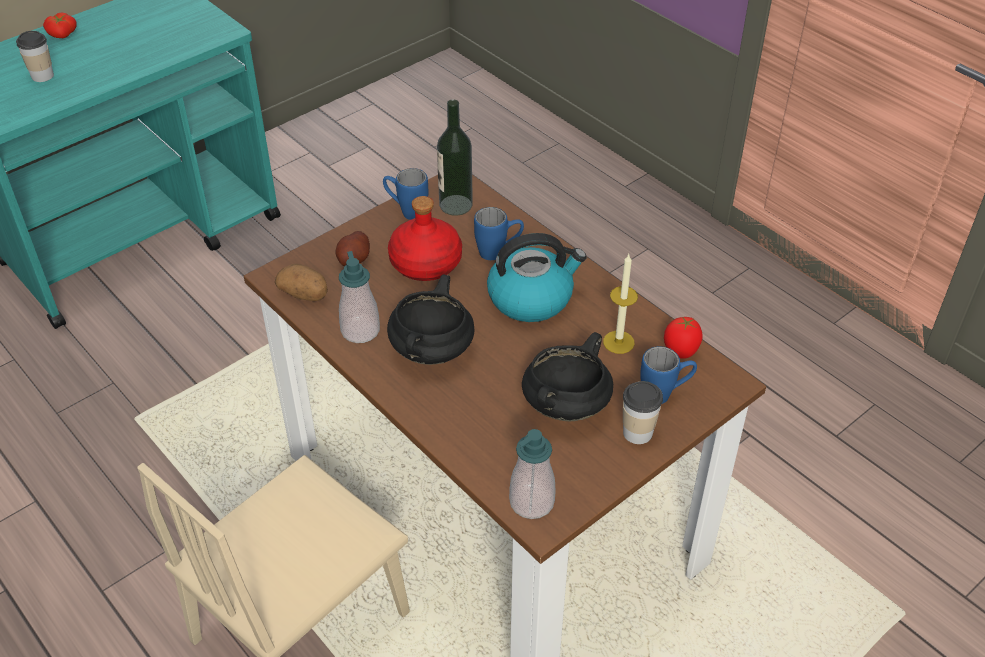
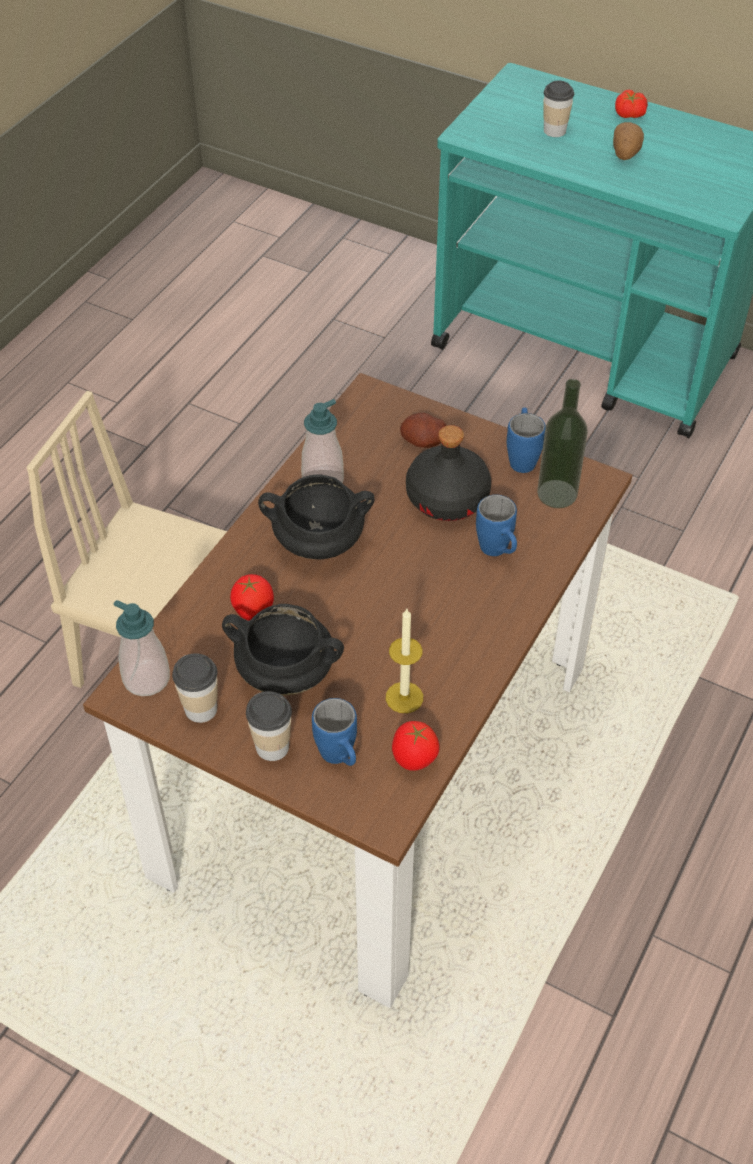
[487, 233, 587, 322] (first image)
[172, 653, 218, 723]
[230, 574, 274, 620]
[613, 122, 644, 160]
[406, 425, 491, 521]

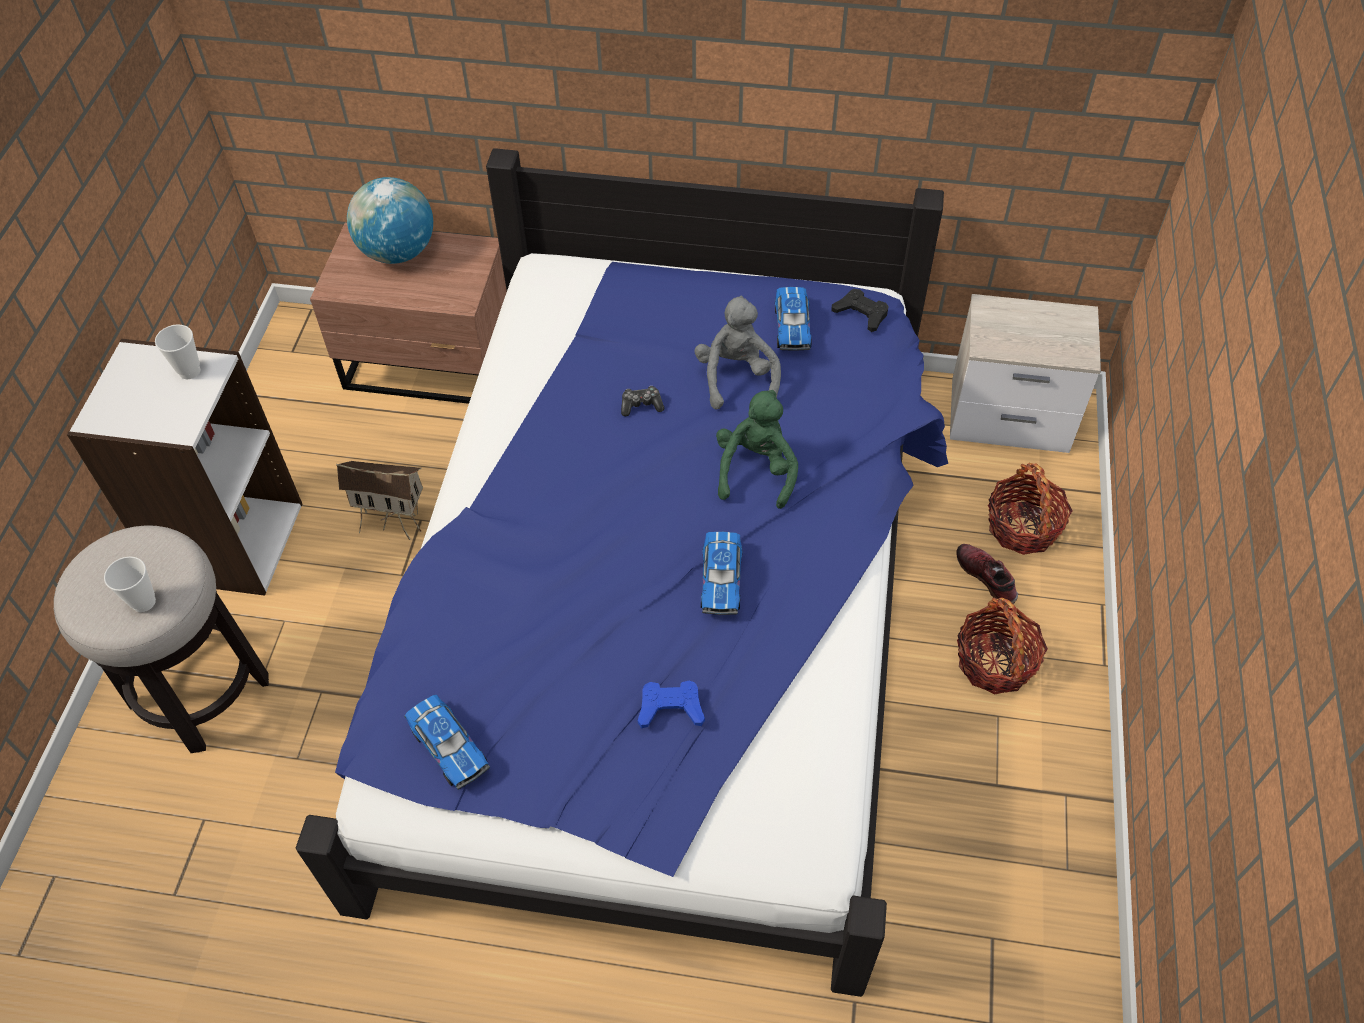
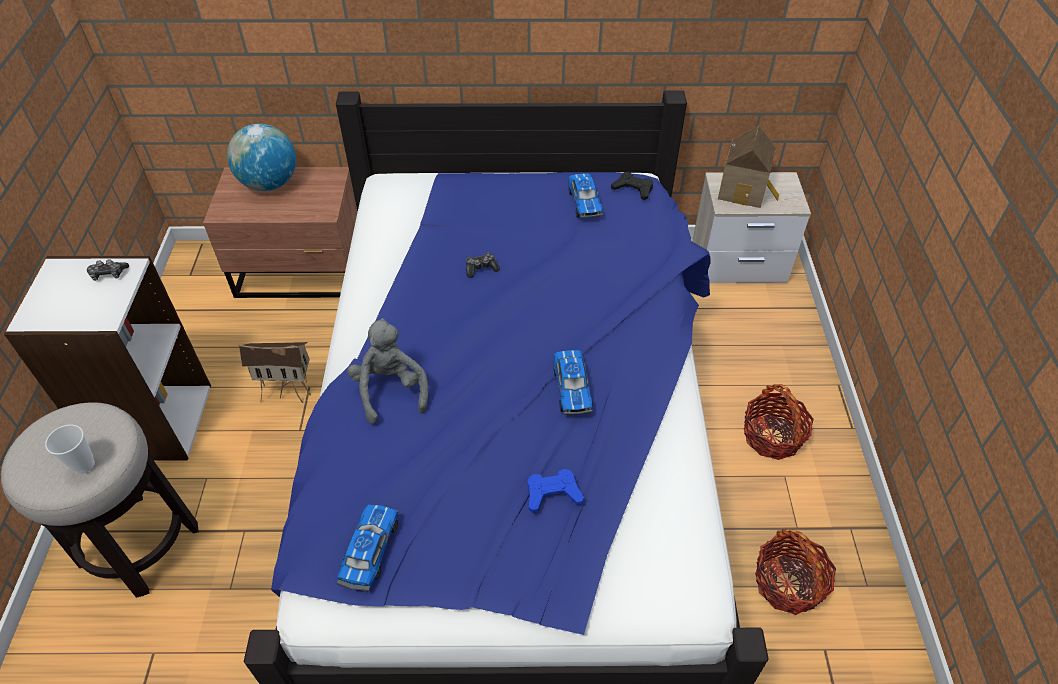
[716, 390, 798, 509] (first image)
[956, 544, 1018, 606] (first image)
[718, 125, 779, 208]
[347, 318, 428, 424]
[755, 529, 836, 615]
[87, 259, 129, 281]
[337, 504, 398, 592]

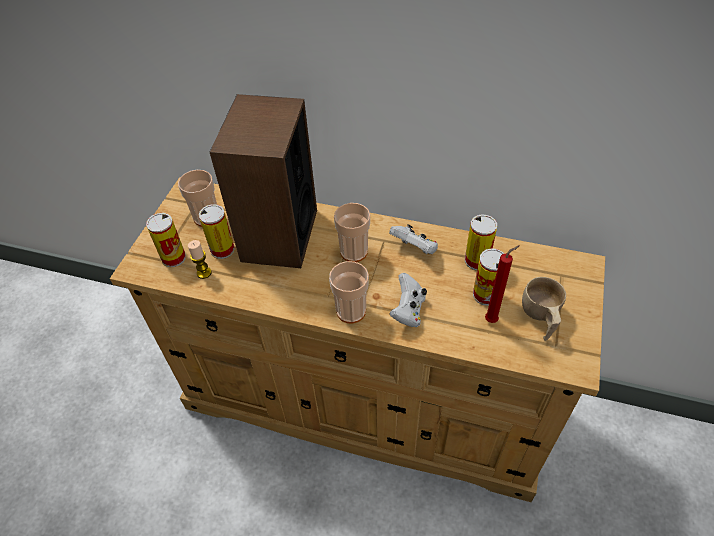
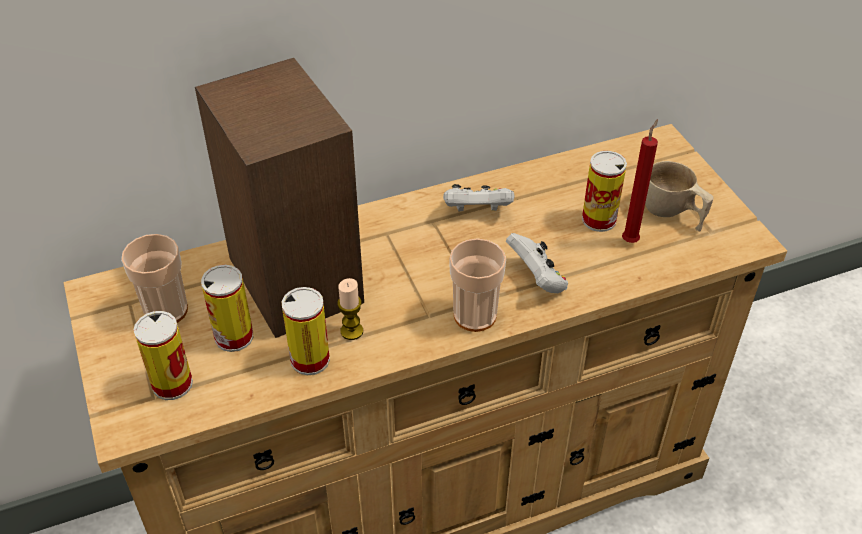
[334, 203, 370, 262] (first image)
[337, 278, 363, 340]
[282, 287, 330, 375]

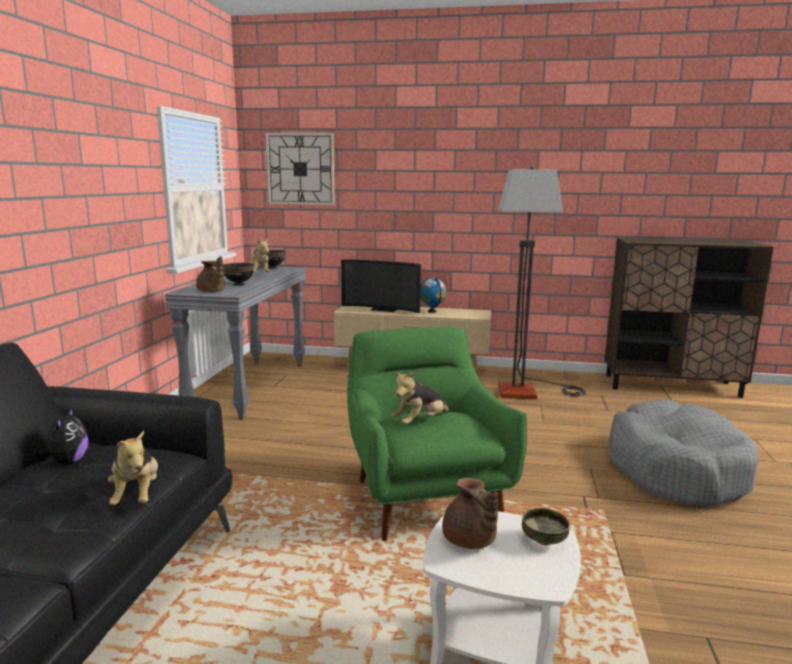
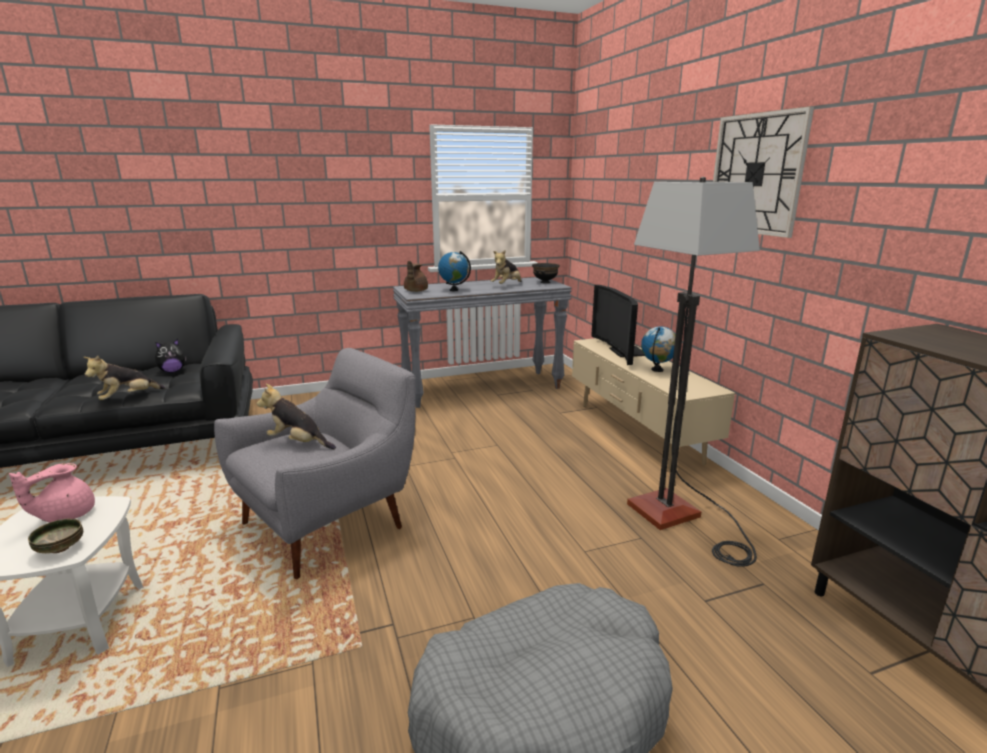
[713, 106, 814, 238]
[438, 251, 471, 291]
[214, 348, 416, 579]
[9, 463, 95, 522]

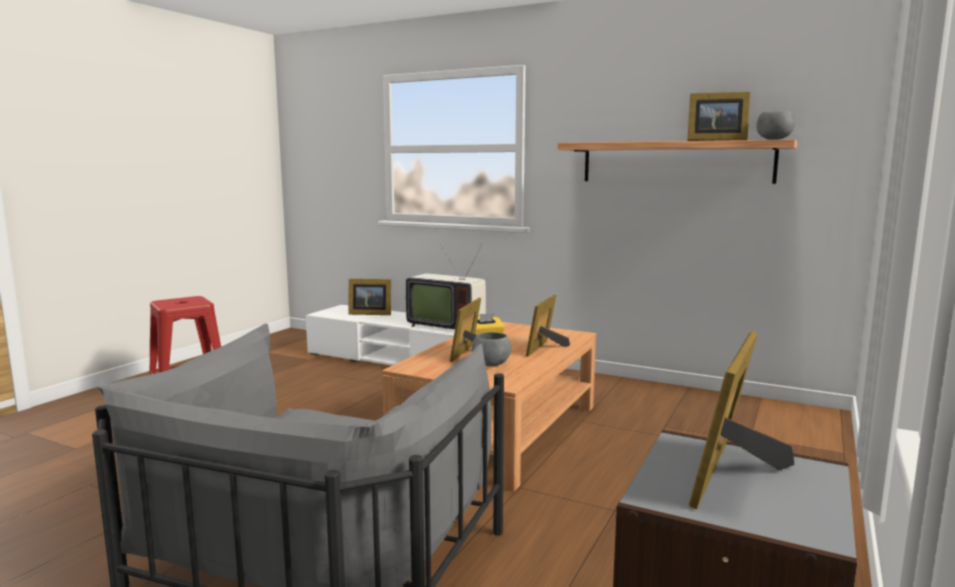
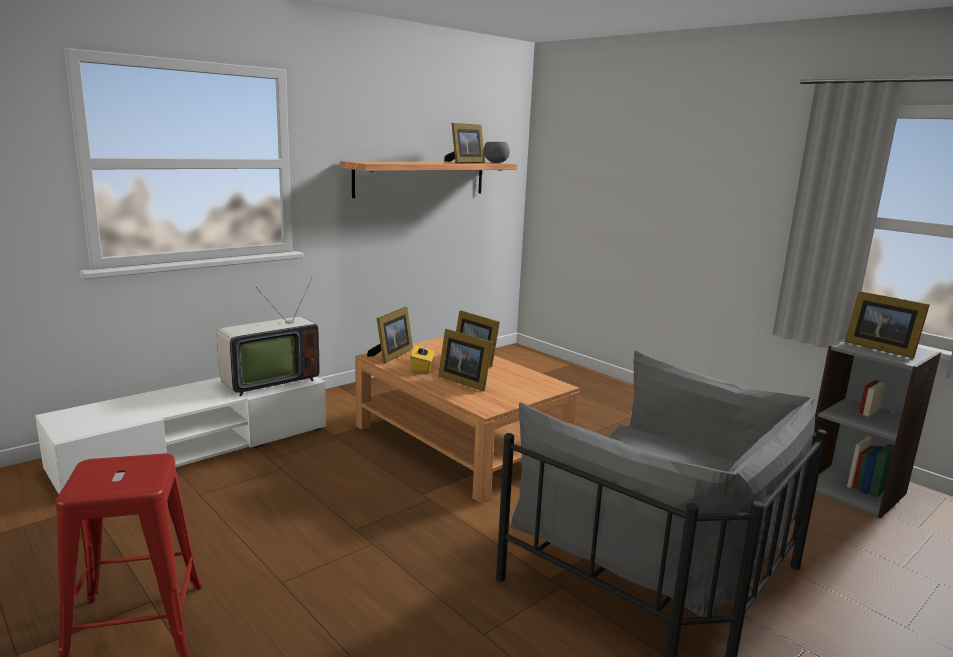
[472, 332, 512, 366] (first image)
[367, 307, 413, 364]

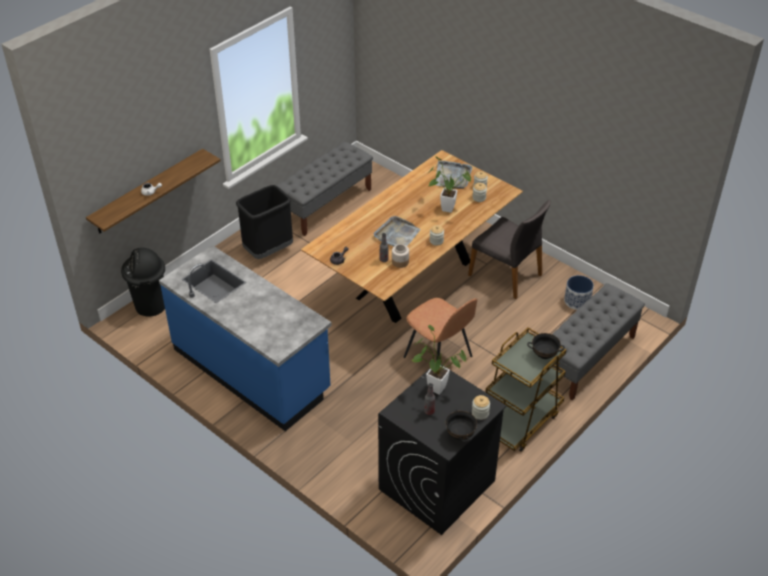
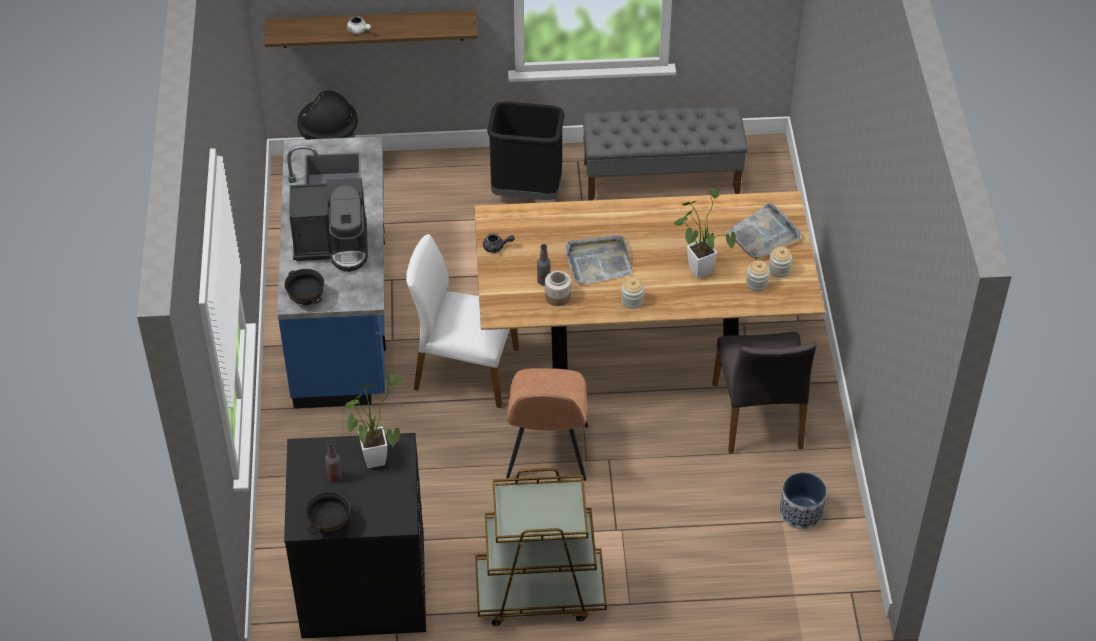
[472, 395, 490, 420] (first image)
[552, 283, 645, 401] (first image)
[289, 178, 368, 272]
[406, 234, 519, 408]
[284, 269, 324, 305]

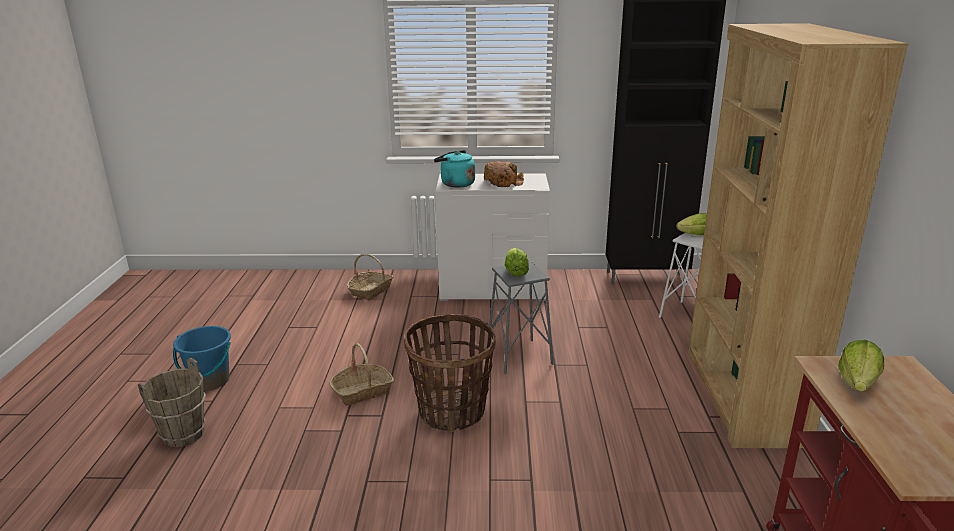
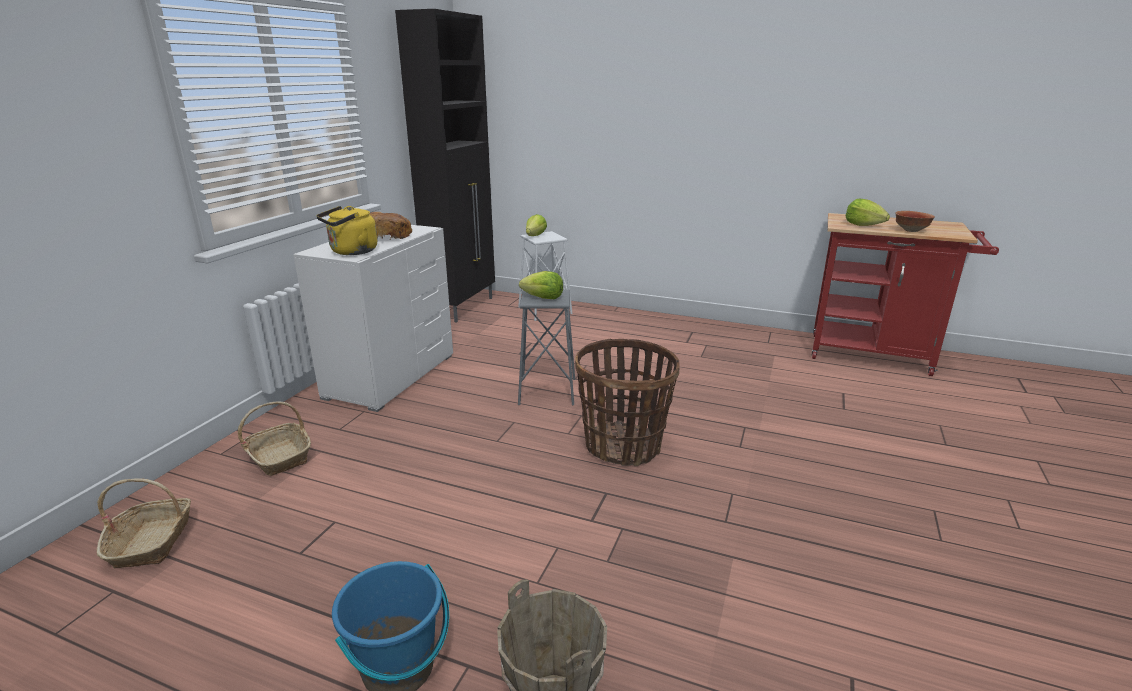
[688, 23, 908, 448] (first image)
[895, 211, 935, 232]
[97, 478, 191, 569]
[317, 206, 377, 255]

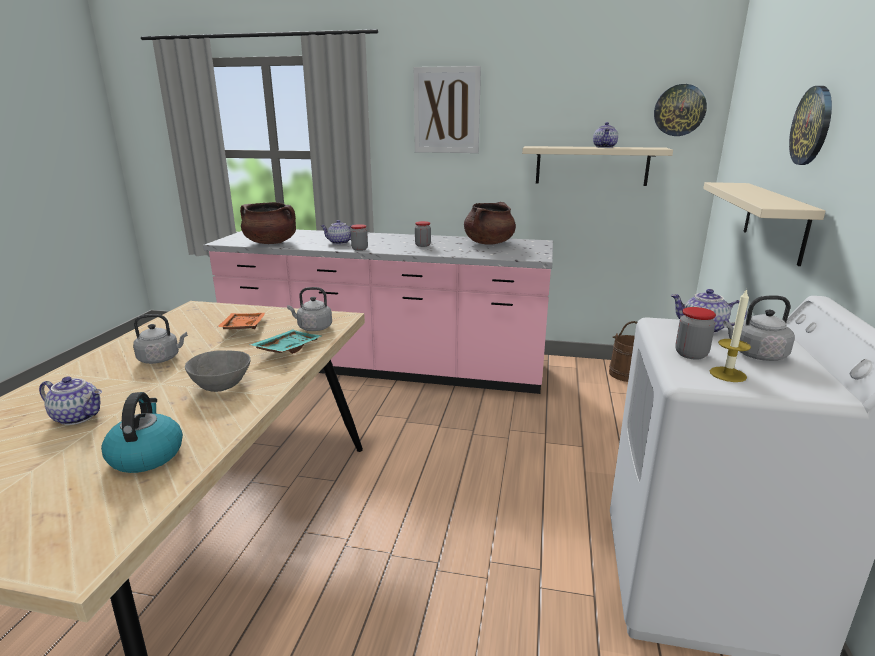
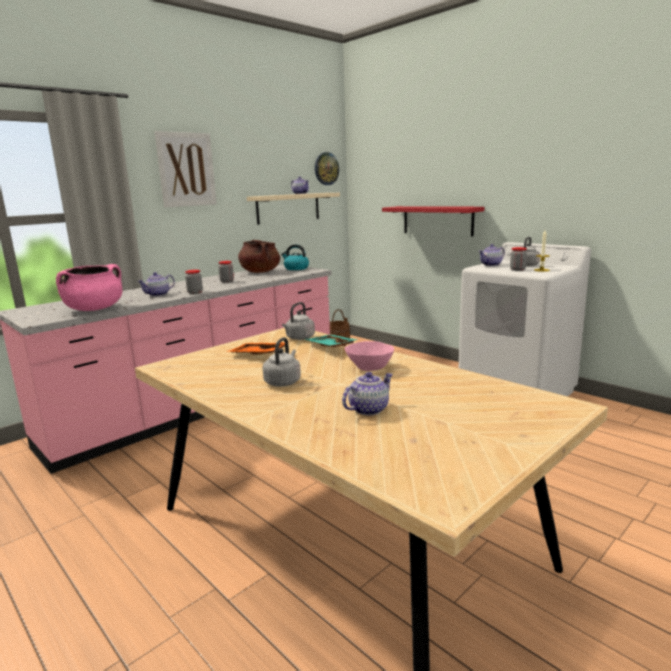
[789, 86, 832, 165] (first image)
[281, 244, 309, 270]
[345, 341, 394, 371]
[56, 264, 122, 311]
[382, 206, 484, 236]

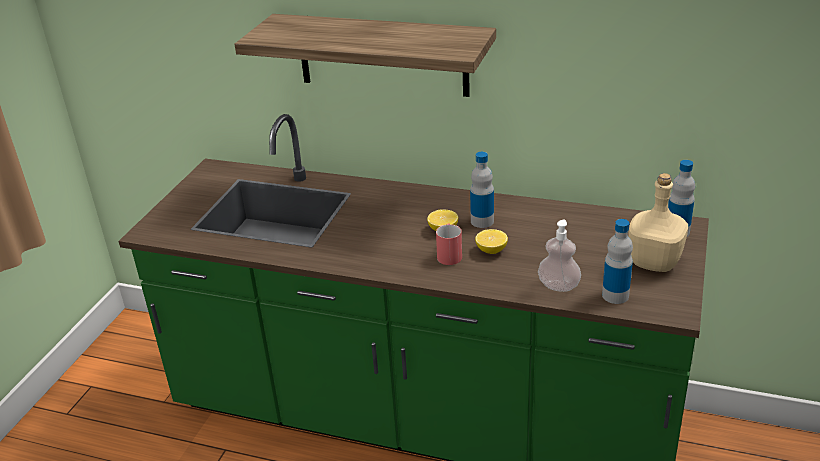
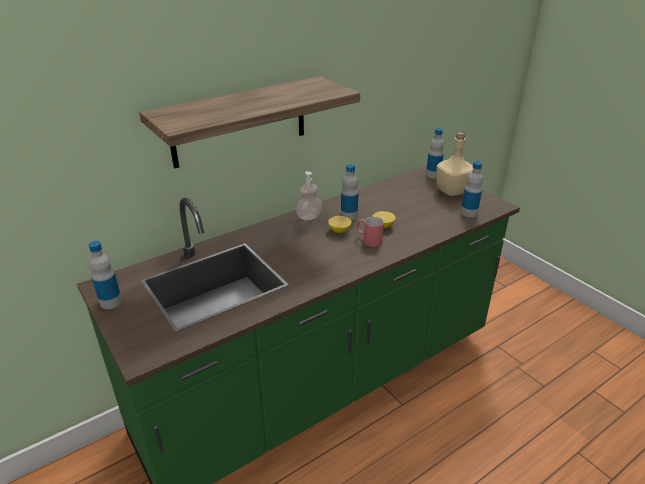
[89, 241, 122, 309]
[296, 171, 323, 220]

